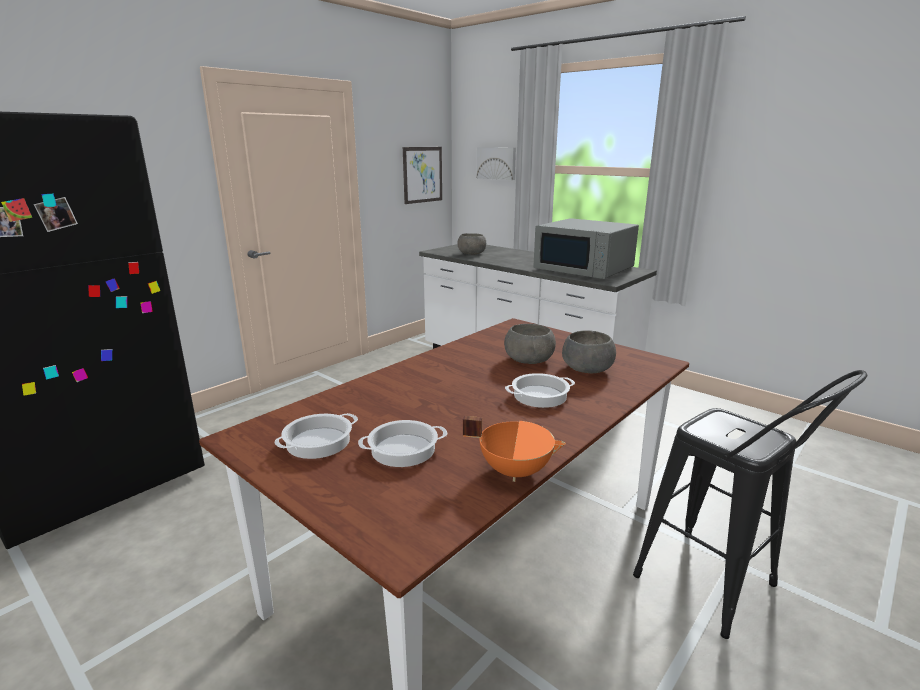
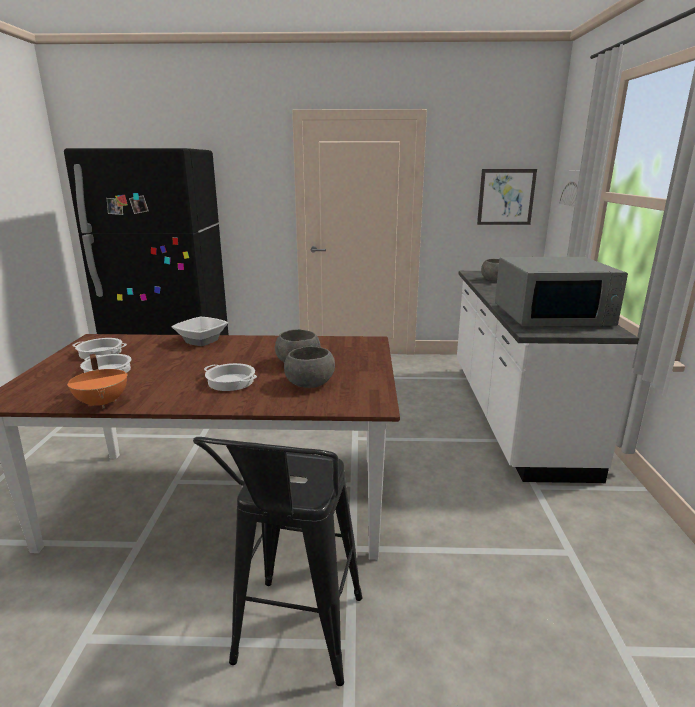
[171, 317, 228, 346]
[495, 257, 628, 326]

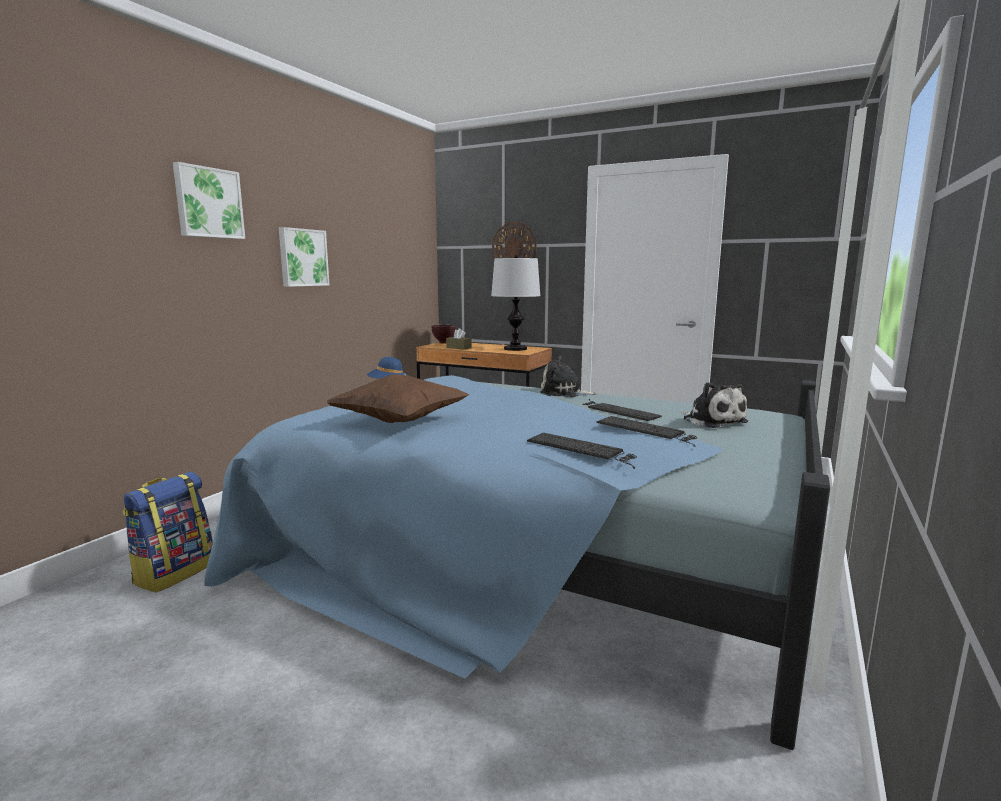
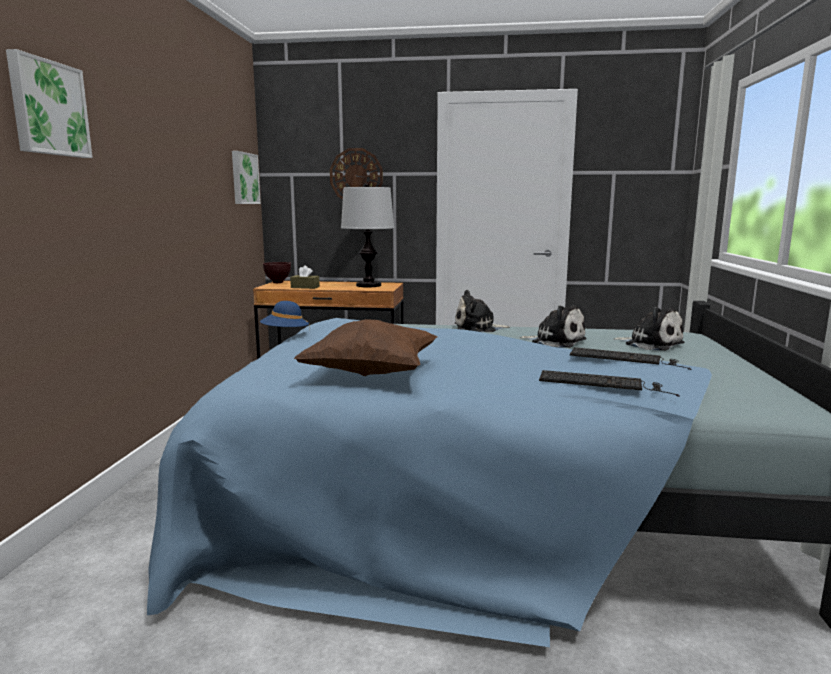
[122, 472, 213, 593] (first image)
[232, 151, 261, 204]
[520, 305, 587, 348]

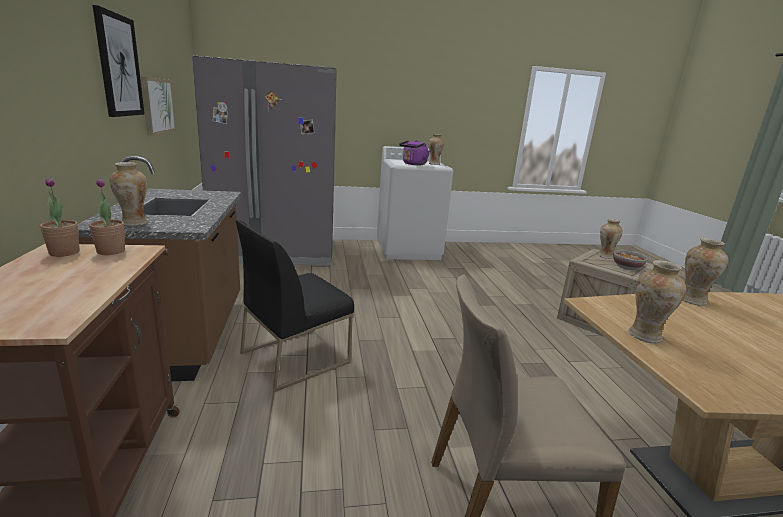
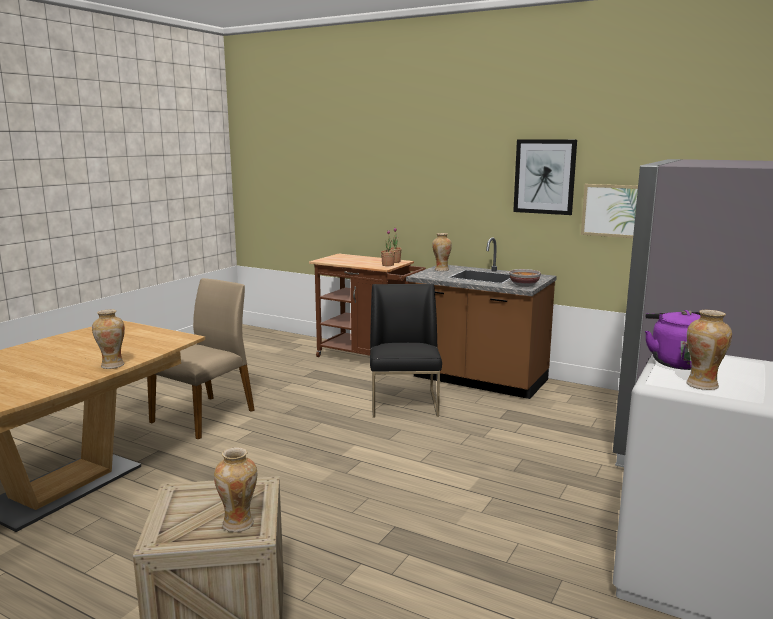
[629, 260, 686, 343] (first image)
[509, 269, 541, 287]

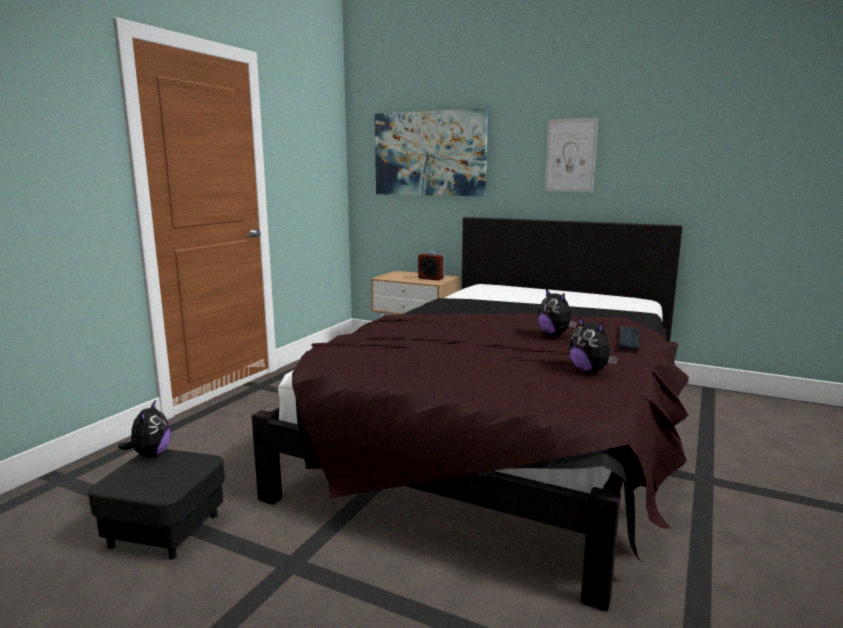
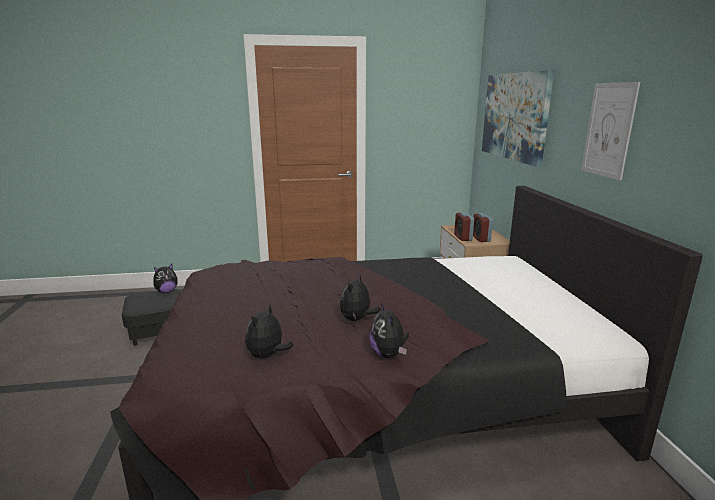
[454, 212, 474, 241]
[369, 303, 409, 358]

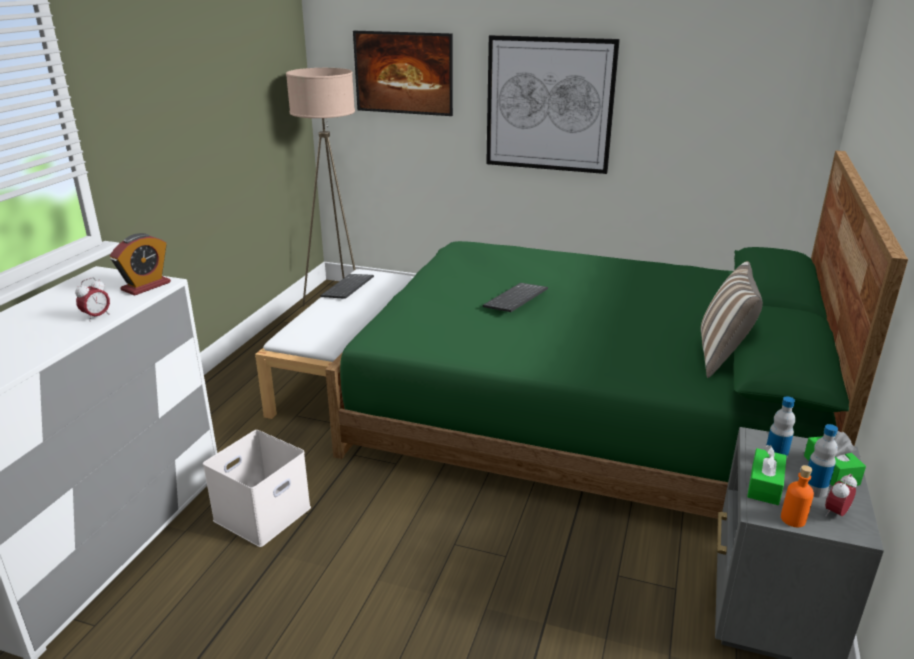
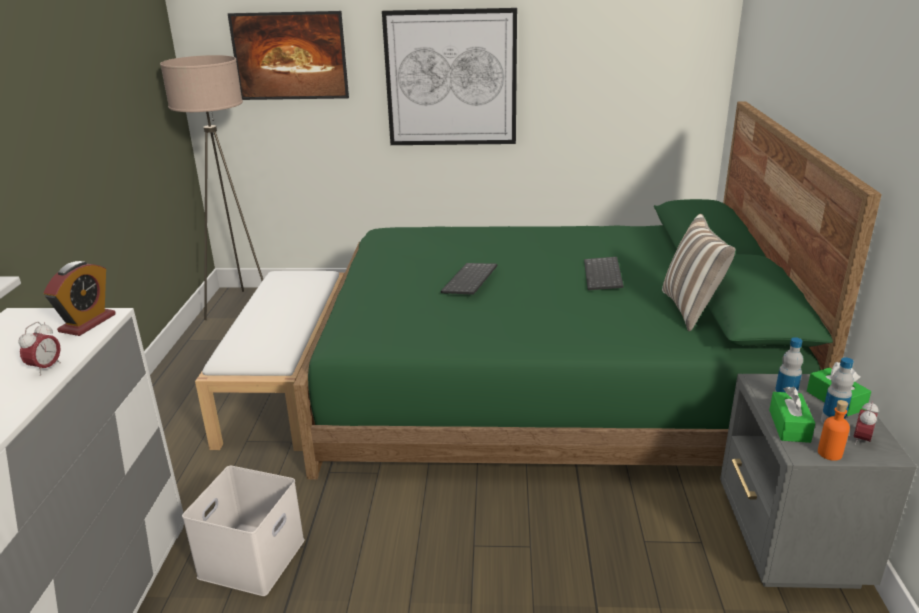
[584, 257, 624, 290]

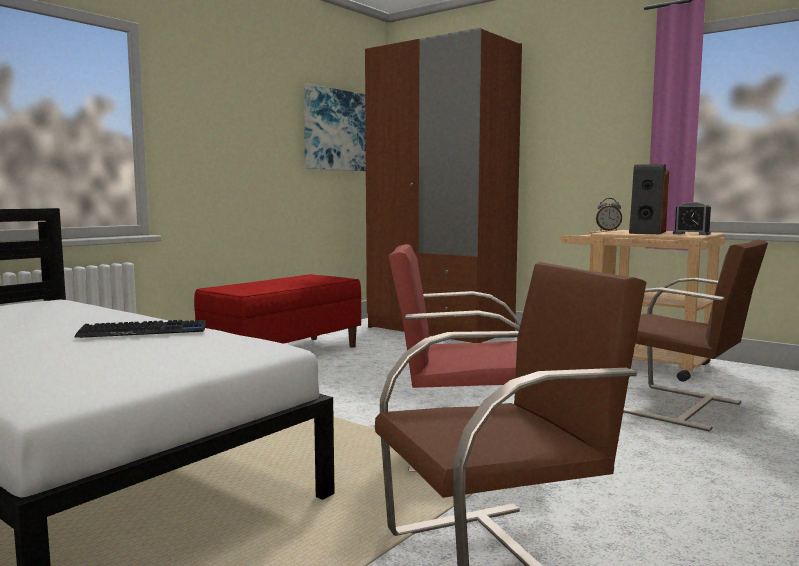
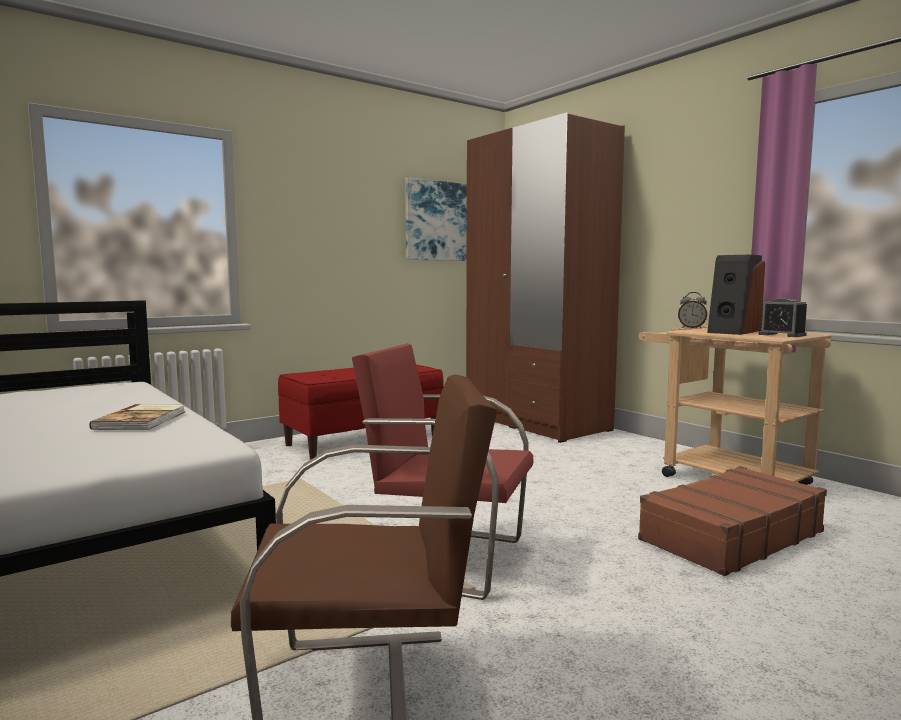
[89, 404, 185, 430]
[638, 466, 827, 576]

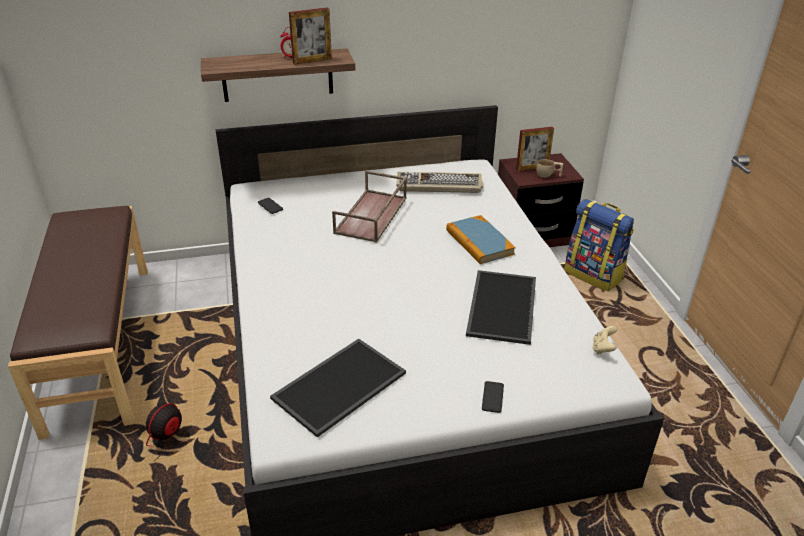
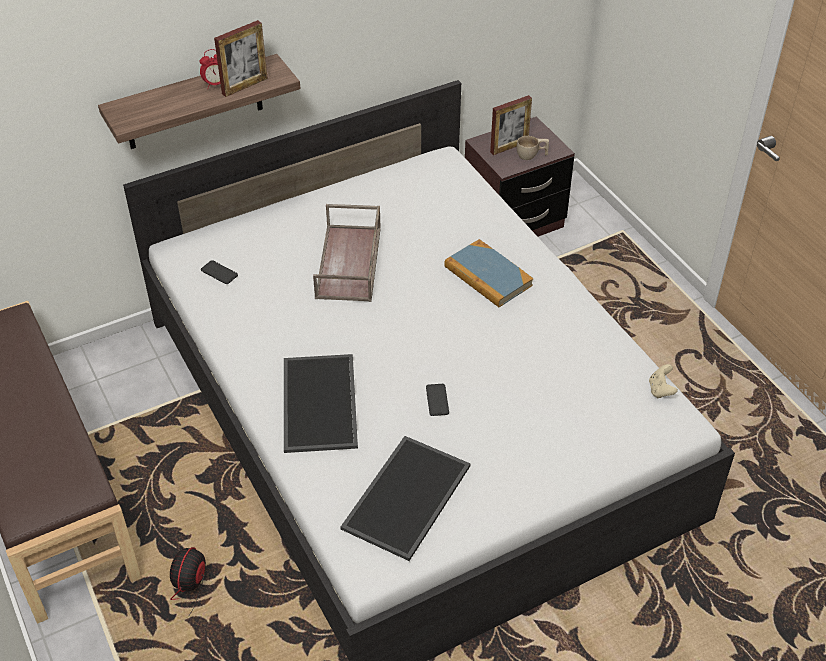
[396, 172, 483, 193] (first image)
[564, 199, 634, 291] (first image)
[284, 354, 358, 453]
[426, 384, 449, 416]

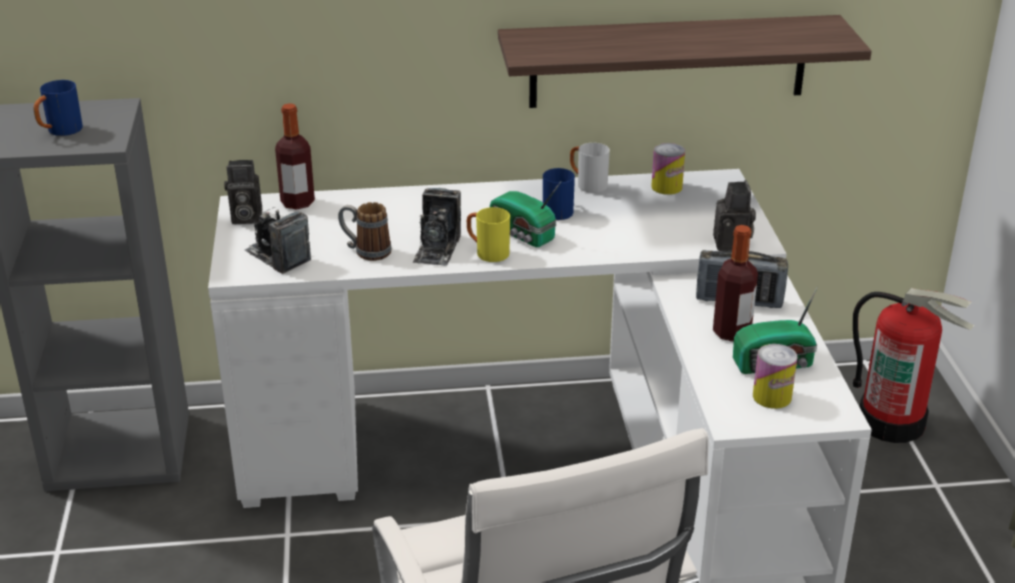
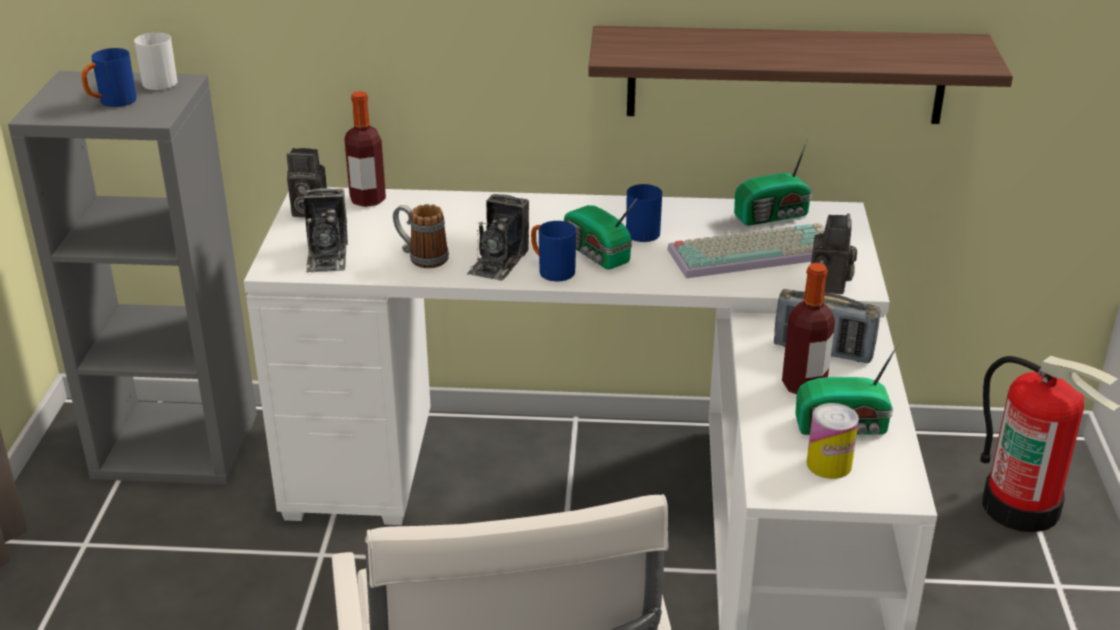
[667, 223, 825, 278]
[134, 33, 177, 90]
[734, 139, 812, 226]
[531, 221, 576, 281]
[303, 188, 348, 273]

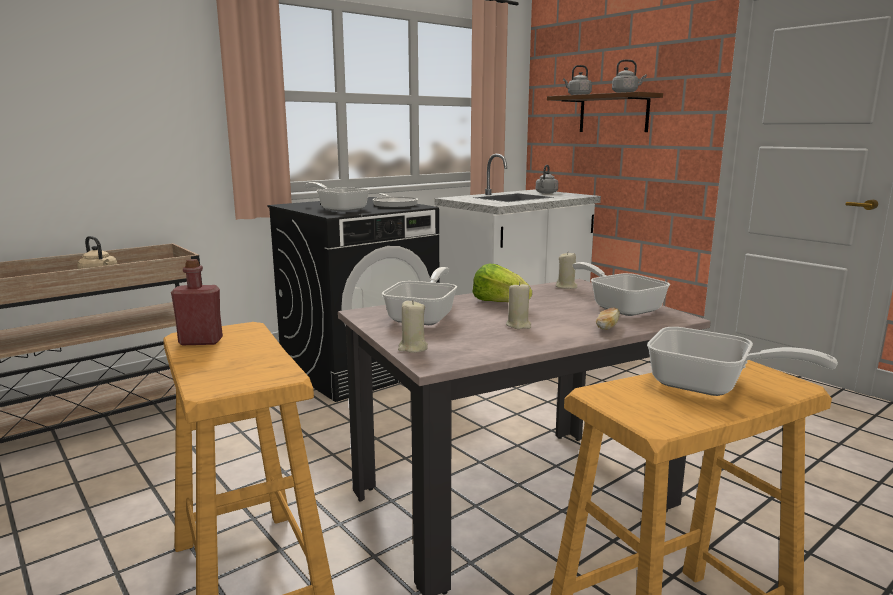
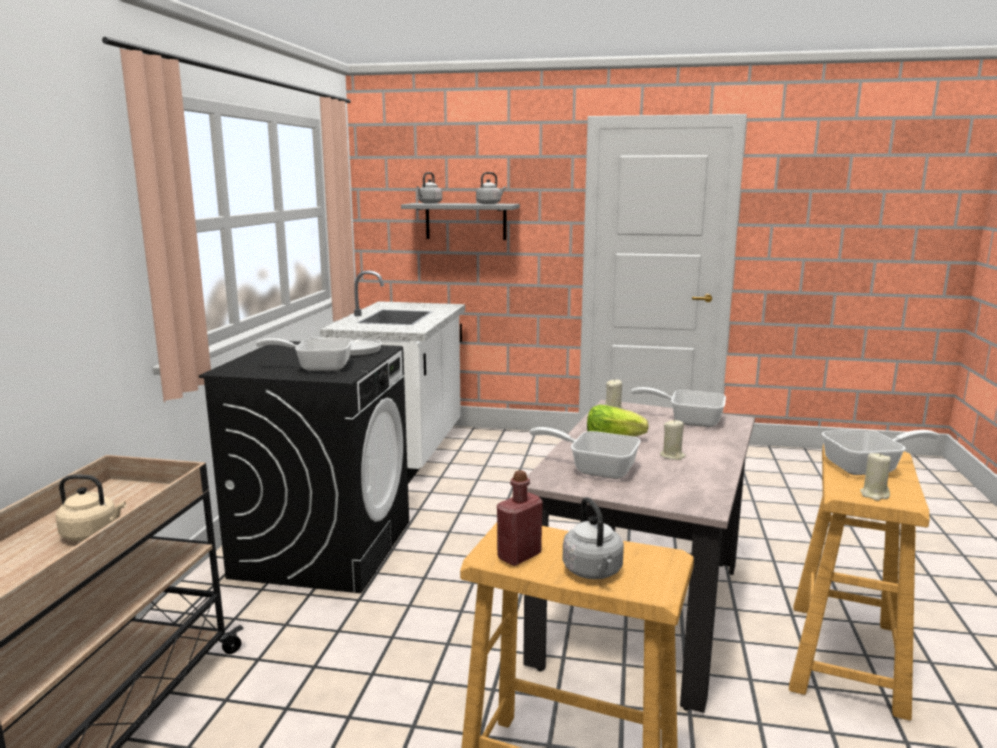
[596, 307, 620, 330] (first image)
[860, 452, 891, 501]
[562, 497, 624, 579]
[401, 203, 520, 240]
[530, 427, 641, 479]

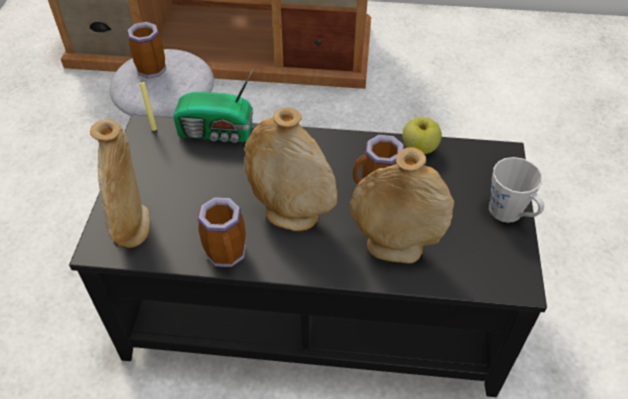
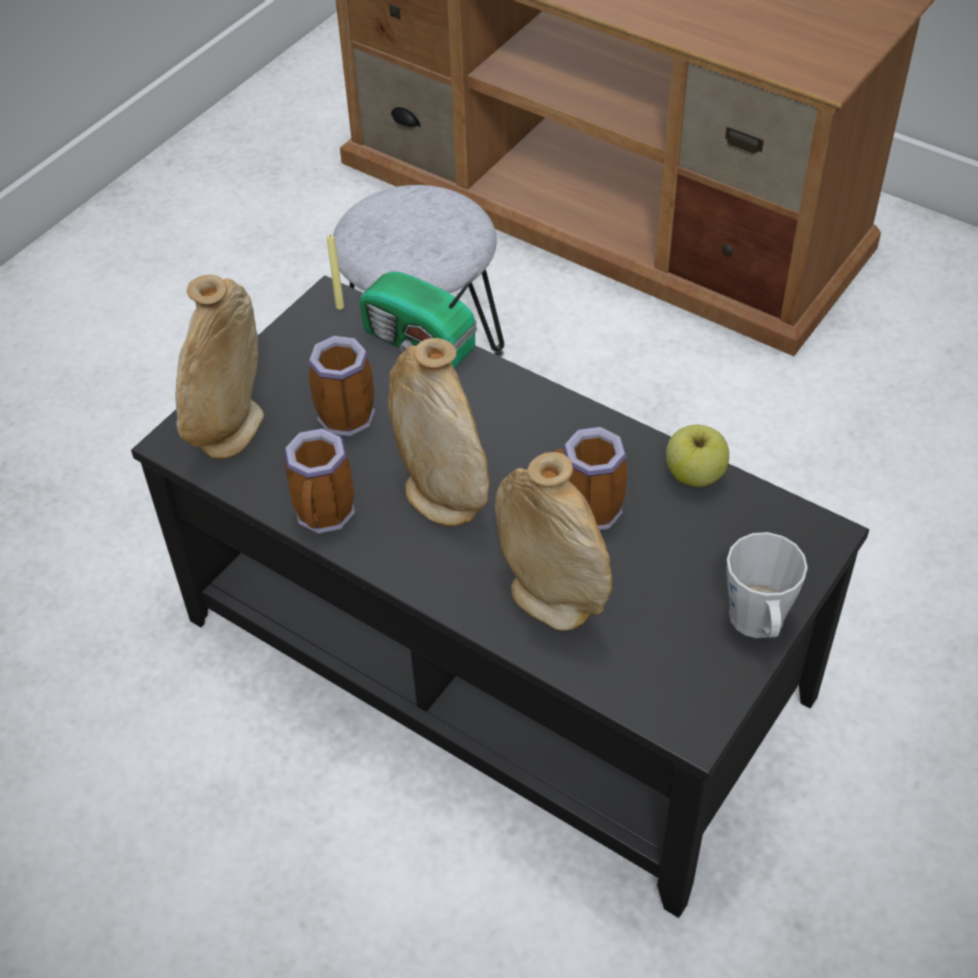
[308, 336, 375, 437]

